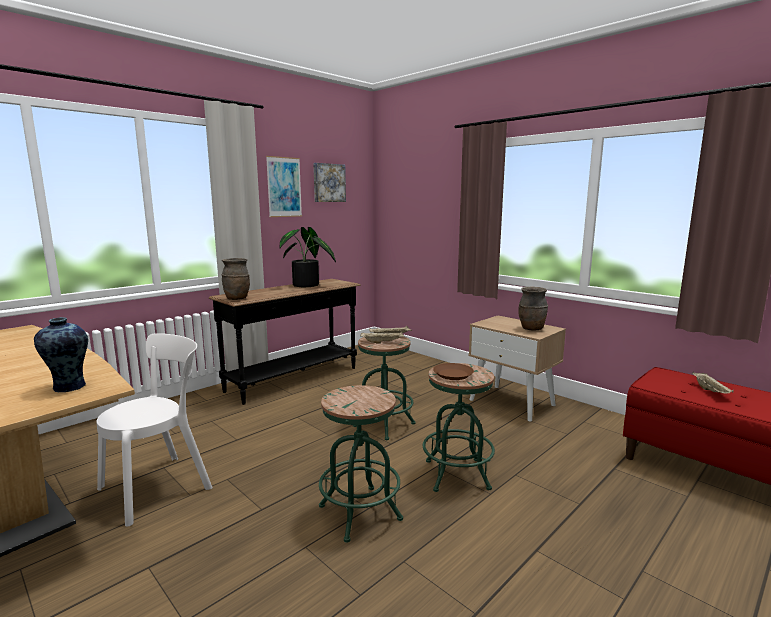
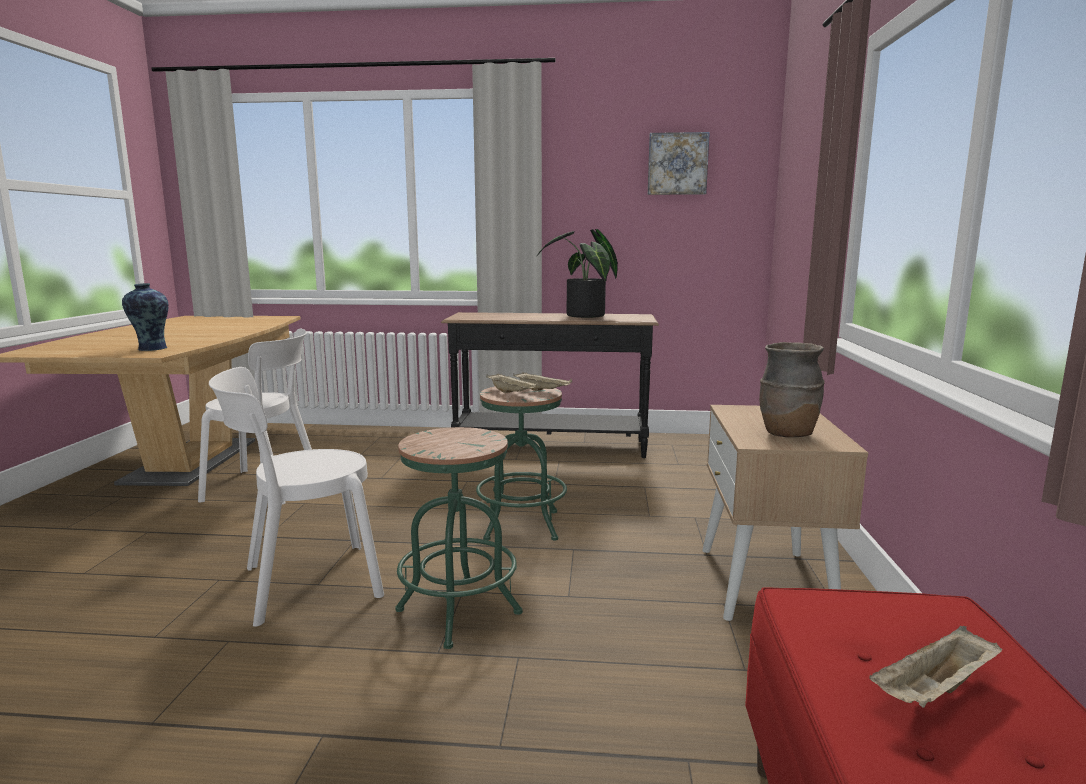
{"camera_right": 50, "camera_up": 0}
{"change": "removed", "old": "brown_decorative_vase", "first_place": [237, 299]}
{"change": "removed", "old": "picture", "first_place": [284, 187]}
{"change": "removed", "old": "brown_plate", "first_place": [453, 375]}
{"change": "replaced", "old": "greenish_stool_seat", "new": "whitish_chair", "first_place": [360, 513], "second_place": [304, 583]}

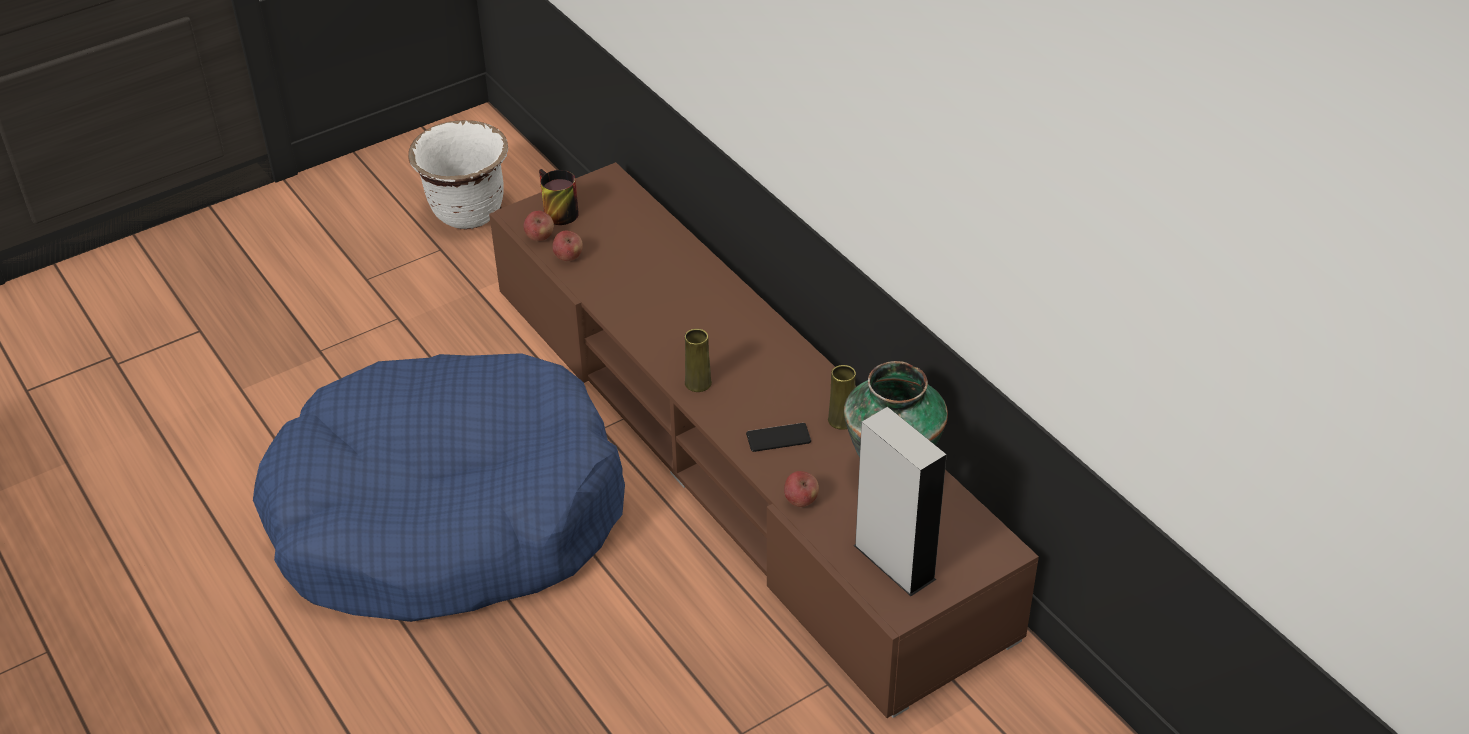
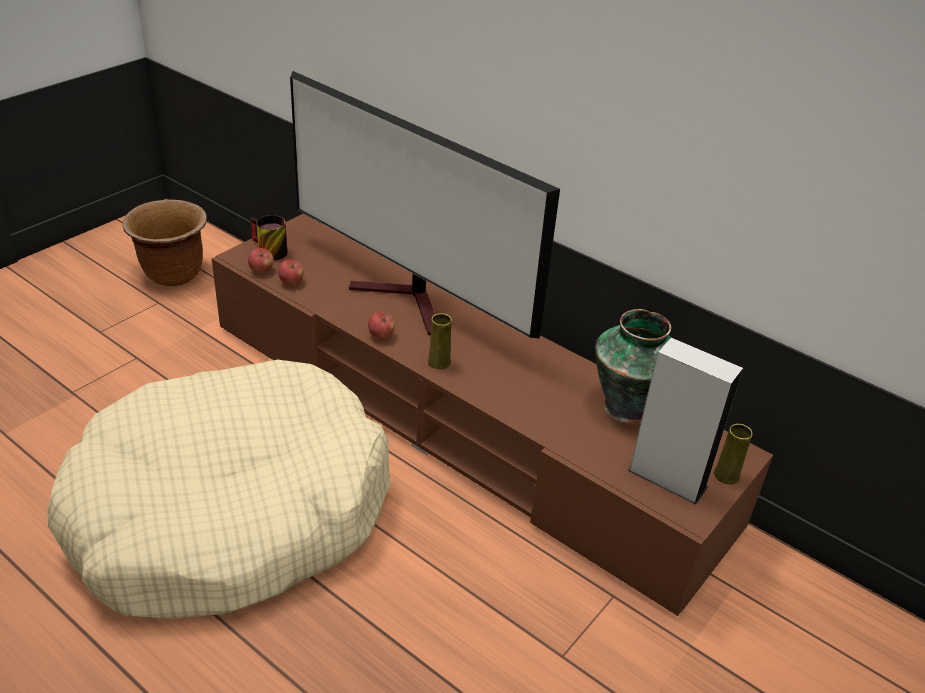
{"camera_right": -20, "camera_up": -5}
{"change": "removed", "old": "phone", "first_place": [778, 438]}
{"change": "added", "new": "TV", "second_place": [410, 302]}
{"change": "moved", "old": "apple", "first_place": [801, 500], "second_place": [381, 336]}
{"change": "moved", "old": "yellow_decorative_vase", "first_place": [841, 420], "second_place": [726, 475]}
{"change": "recoloured", "old": "blue-coloured_pet_bed", "new": "beige_pet_bed", "first_place": [447, 517], "second_place": [230, 513]}
{"change": "recoloured", "old": "whitish_planter", "new": "brown_planter", "first_place": [468, 213], "second_place": [174, 274]}

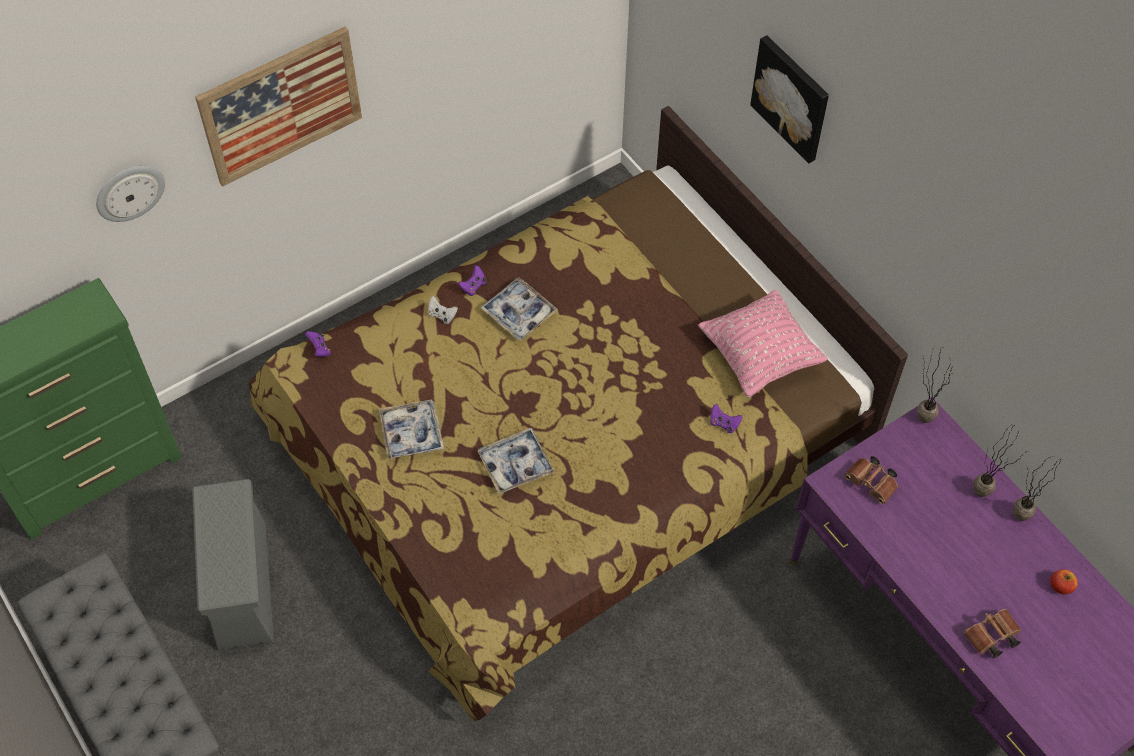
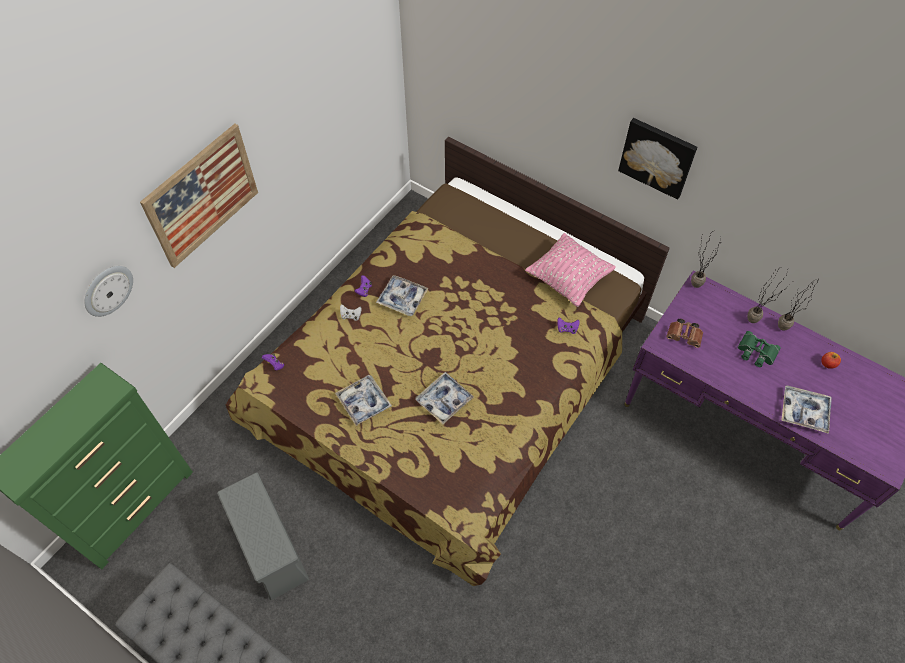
{"camera_right": -20, "camera_up": 0}
{"change": "added", "new": "greenish_binoculars", "second_place": [756, 352]}
{"change": "moved", "old": "picture", "first_place": [792, 97], "second_place": [657, 157]}
{"change": "replaced", "old": "brown_binoculars", "new": "tray", "first_place": [991, 638], "second_place": [804, 411]}

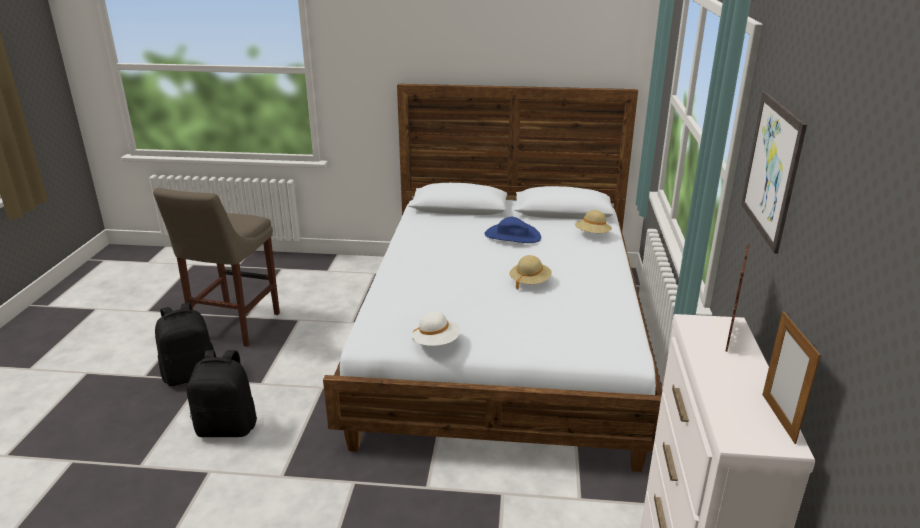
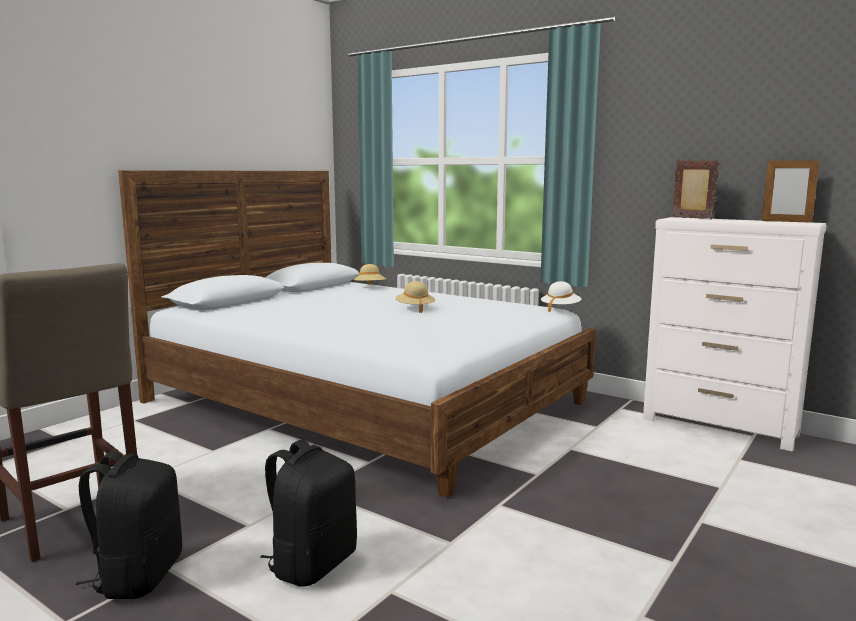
{"camera_right": -60, "camera_up": -15}
{"change": "removed", "old": "blue-coloured_wearable_hat", "first_place": [512, 236]}
{"change": "removed", "old": "picture", "first_place": [771, 169]}
{"change": "moved", "old": "whitish_wearable_hat", "first_place": [436, 342], "second_place": [560, 309]}

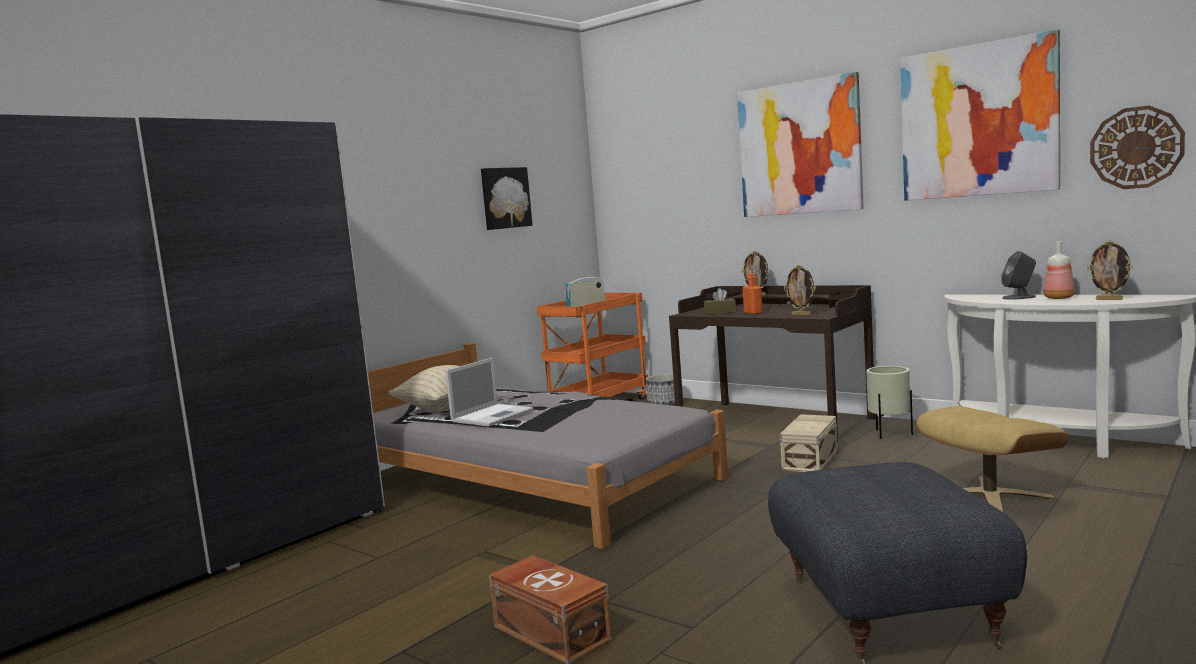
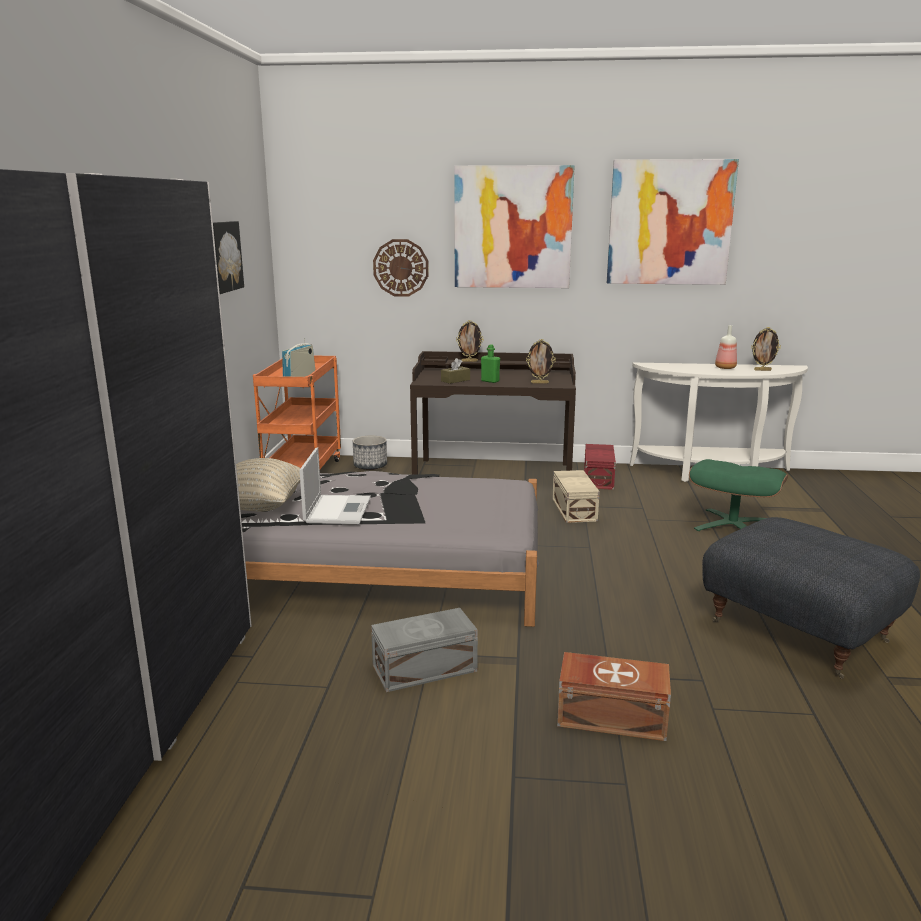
{"camera_right": -35, "camera_up": 10}
{"change": "removed", "old": "greyish_loudspeaker", "first_place": [1019, 297]}
{"change": "added", "new": "greyish_storage_bin", "second_place": [426, 669]}
{"change": "moved", "old": "clock_on_the_wall", "first_place": [1136, 148], "second_place": [401, 268]}
{"change": "replaced", "old": "beige_planter", "new": "reddish_storage_bin", "first_place": [890, 435], "second_place": [599, 478]}
{"change": "recoloured", "old": "orangey_drink_bottle", "new": "greenish_drink_bottle", "first_place": [753, 313], "second_place": [490, 381]}
{"change": "recoloured", "old": "beige_pouffe", "new": "greenish_pouffe", "first_place": [989, 496], "second_place": [732, 525]}

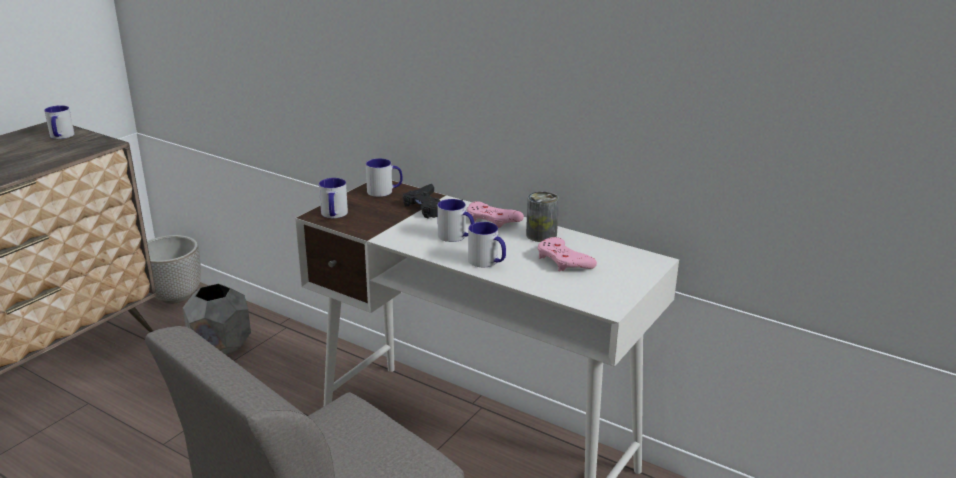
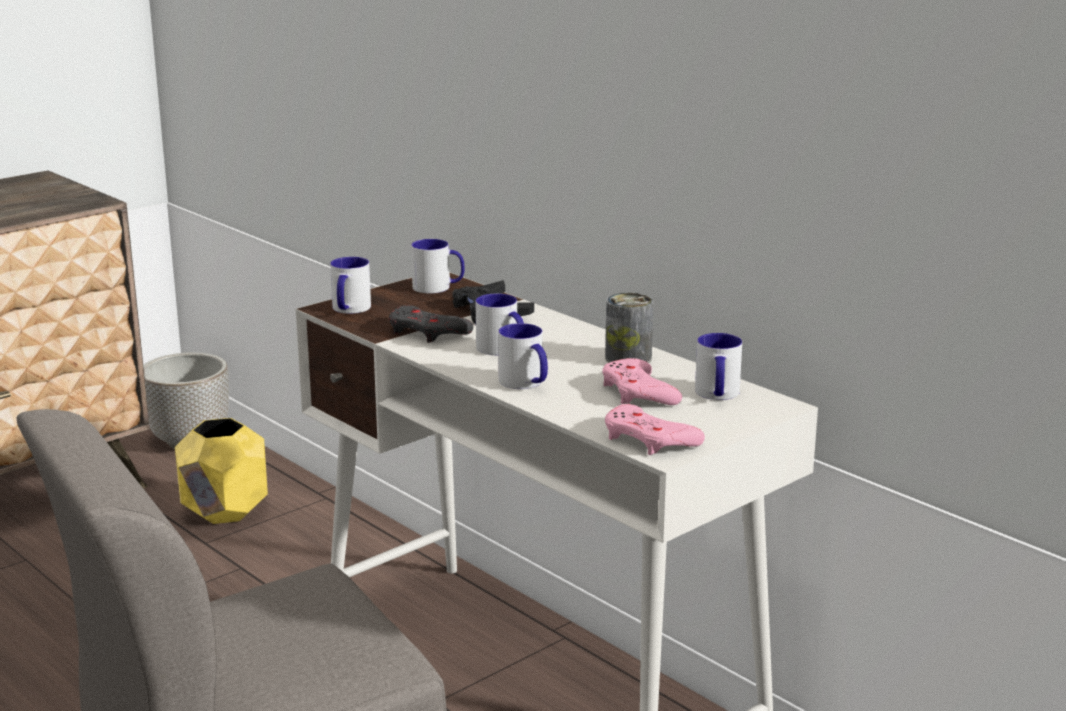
{"camera_right": 15, "camera_up": -5}
{"change": "added", "new": "greyish_game_controller", "second_place": [427, 332]}
{"change": "moved", "old": "mug", "first_place": [61, 137], "second_place": [717, 395]}
{"change": "moved", "old": "pink-coloured_game_controller", "first_place": [492, 220], "second_place": [649, 439]}
{"change": "recoloured", "old": "greyish_planter", "new": "yellow_planter", "first_place": [221, 347], "second_place": [226, 512]}

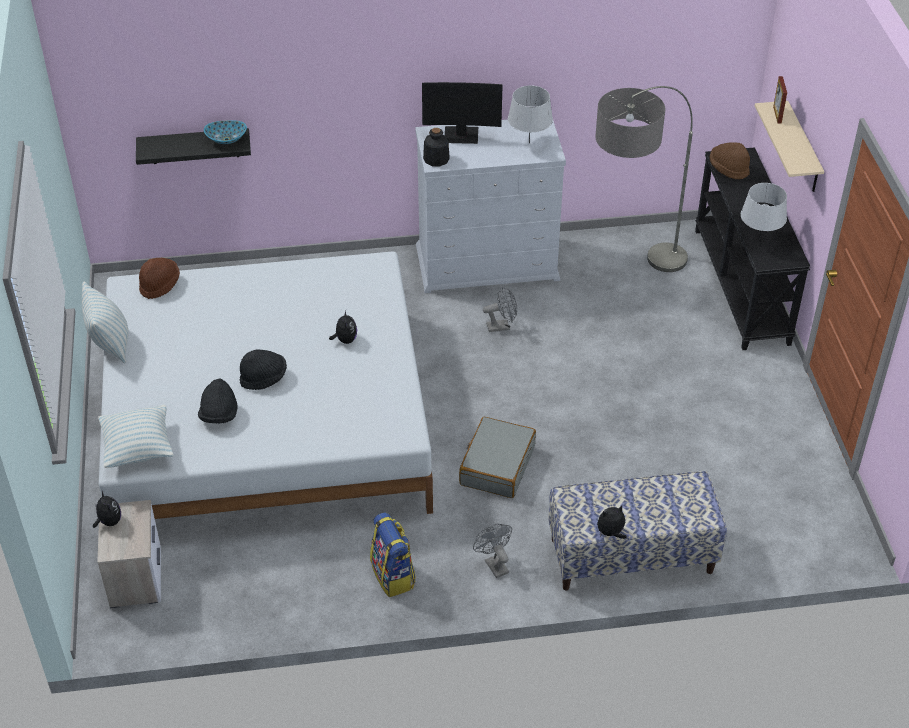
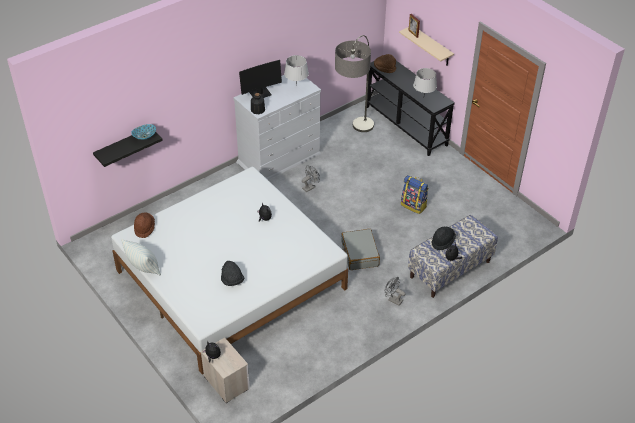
{"camera_right": -30, "camera_up": 0}
{"change": "removed", "old": "pillow", "first_place": [138, 449]}
{"change": "moved", "old": "black_wearable_hat", "first_place": [264, 378], "second_place": [442, 242]}
{"change": "moved", "old": "knapsack", "first_place": [393, 576], "second_place": [414, 205]}

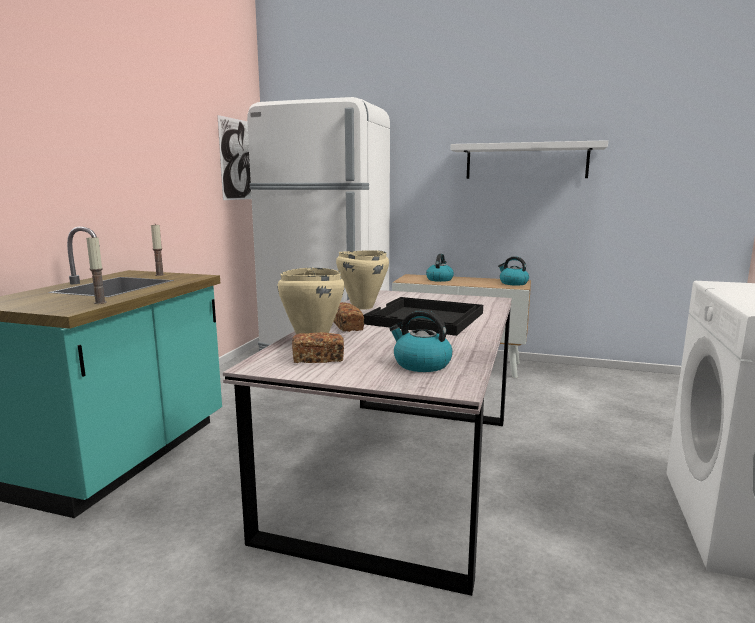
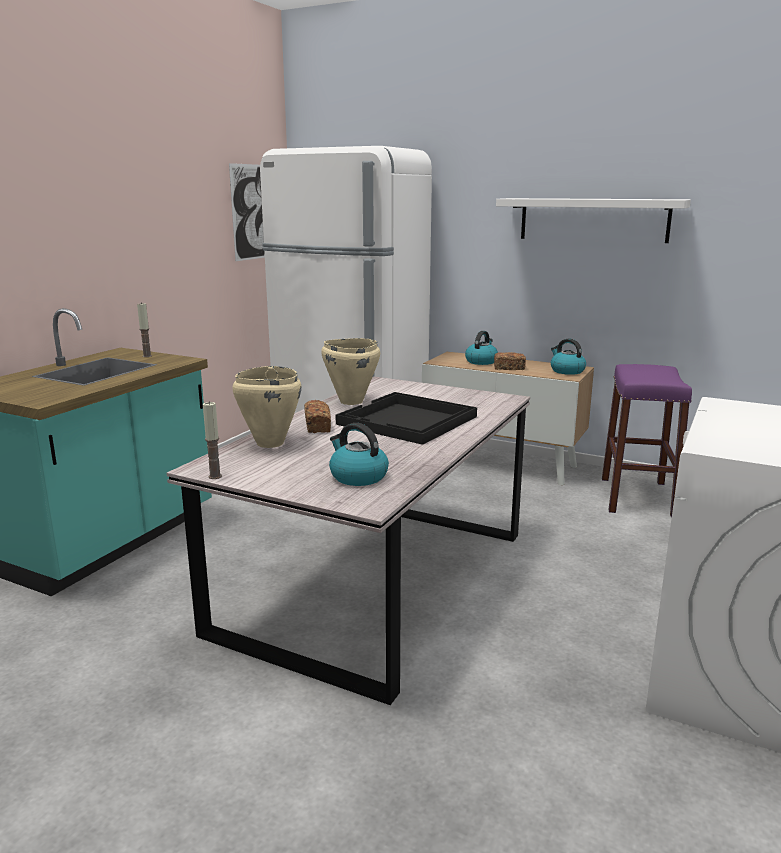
{"camera_right": 10, "camera_up": 5}
{"change": "added", "new": "purple-coloured_stool_seat", "second_place": [637, 497]}
{"change": "moved", "old": "wax_candle", "first_place": [100, 302], "second_place": [215, 476]}
{"change": "moved", "old": "bread", "first_place": [318, 359], "second_place": [509, 368]}

